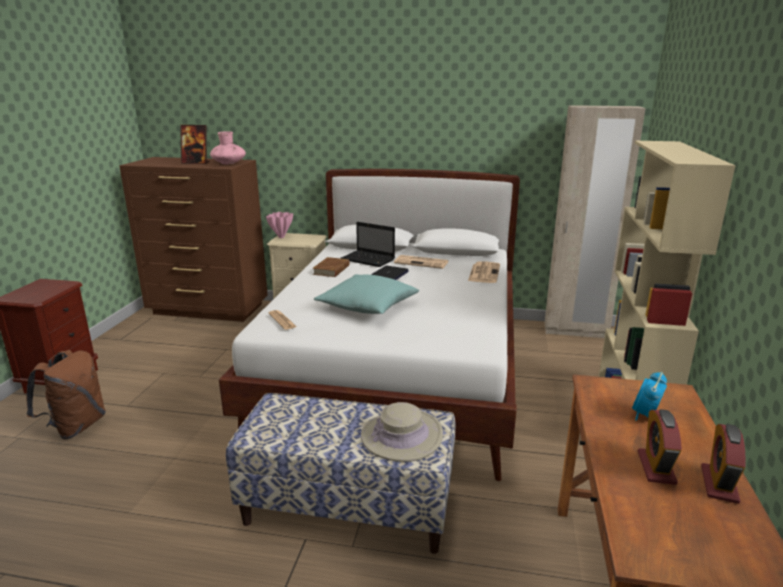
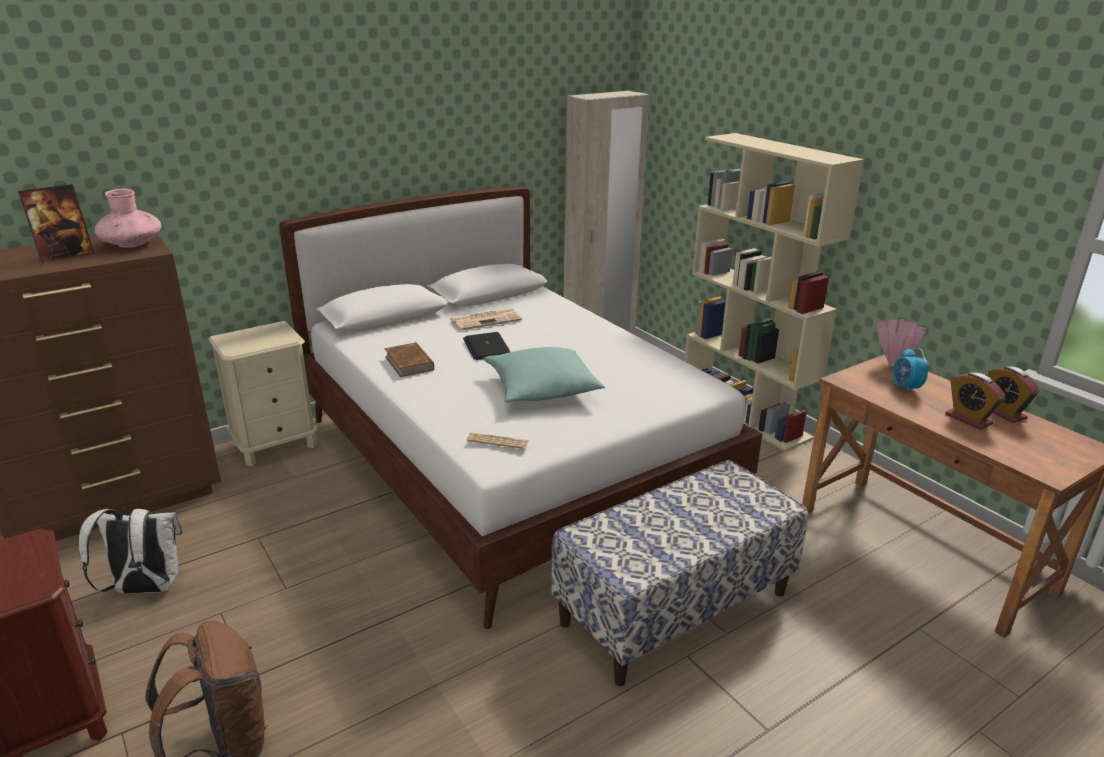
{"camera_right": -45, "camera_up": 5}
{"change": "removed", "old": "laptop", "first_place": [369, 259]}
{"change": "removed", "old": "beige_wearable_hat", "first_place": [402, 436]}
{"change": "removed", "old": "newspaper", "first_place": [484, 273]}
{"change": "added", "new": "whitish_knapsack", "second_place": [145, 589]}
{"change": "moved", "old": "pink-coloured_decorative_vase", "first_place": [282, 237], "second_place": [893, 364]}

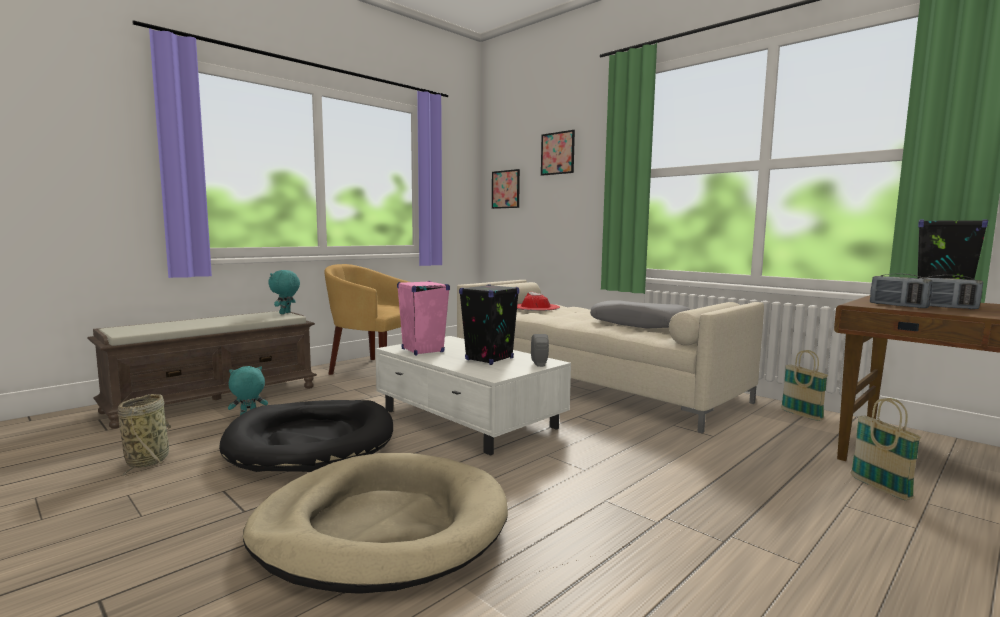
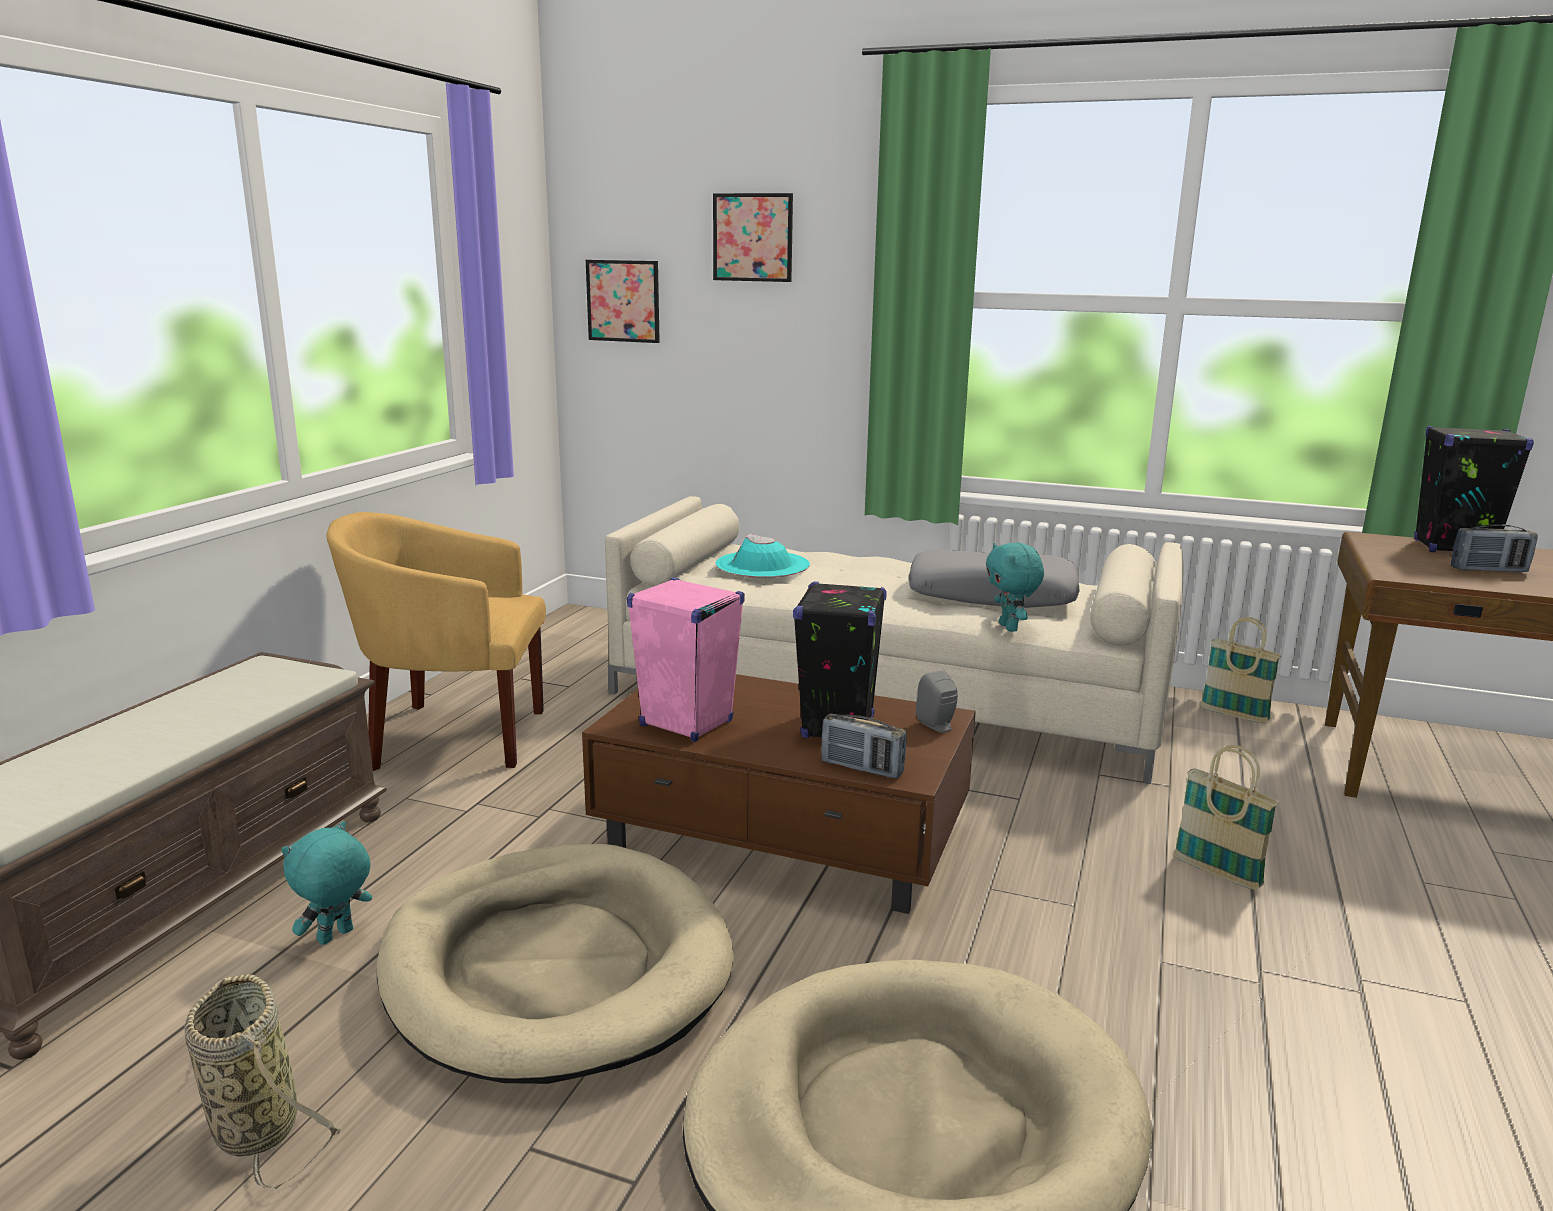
{"camera_right": -25, "camera_up": 10}
{"change": "moved", "old": "turquoise_soft_toy", "first_place": [285, 313], "second_place": [1010, 628]}
{"change": "moved", "old": "storage_basket", "first_place": [880, 488], "second_place": [1217, 873]}
{"change": "moved", "old": "radio_receiver", "first_place": [898, 306], "second_place": [862, 768]}
{"change": "recoloured", "old": "black_pet_bed", "new": "beige_pet_bed", "first_place": [312, 441], "second_place": [556, 967]}
{"change": "recoloured", "old": "whitish_low_table", "new": "brown_low_table", "first_place": [469, 419], "second_place": [785, 836]}
{"change": "recoloured", "old": "reddish_wearable_hat", "new": "turquoise_wearable_hat", "first_place": [535, 307], "second_place": [762, 565]}

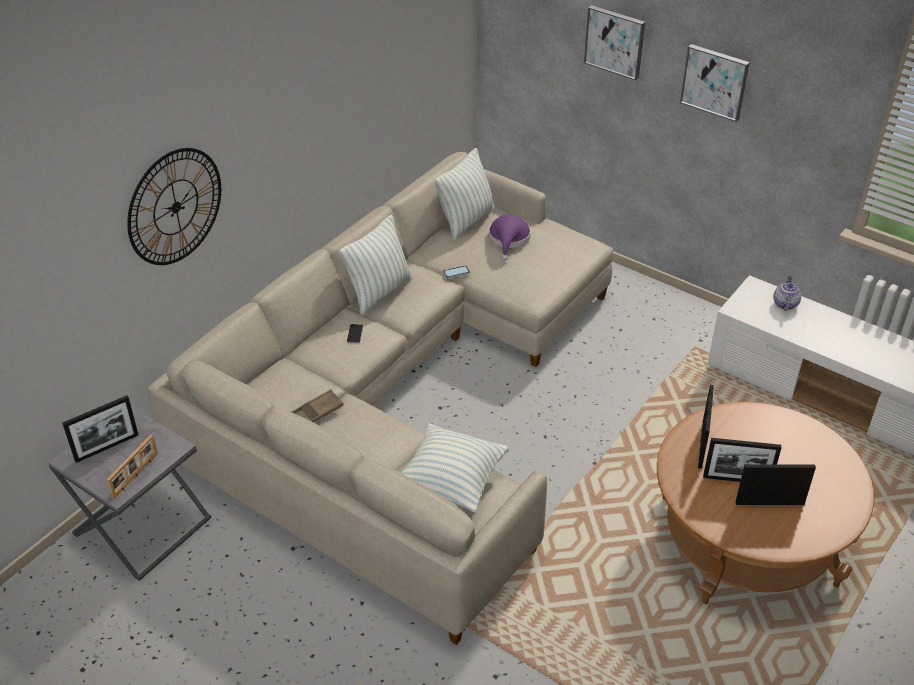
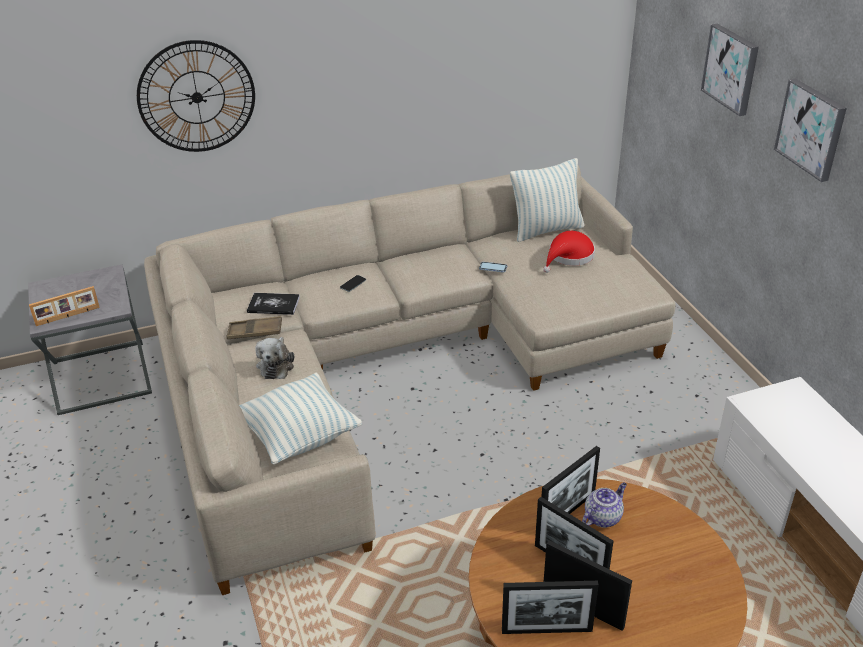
{"camera_right": 35, "camera_up": -5}
{"change": "removed", "old": "pillow", "first_place": [379, 292]}
{"change": "added", "new": "volume", "second_place": [273, 305]}
{"change": "added", "new": "soft_toy", "second_place": [276, 365]}
{"change": "moved", "old": "picture_frame", "first_place": [107, 447], "second_place": [546, 630]}
{"change": "moved", "old": "tea_pot", "first_place": [785, 303], "second_place": [603, 517]}
{"change": "recoloured", "old": "purple-coloured_wearable_hat", "new": "reddish_wearable_hat", "first_place": [509, 239], "second_place": [569, 257]}

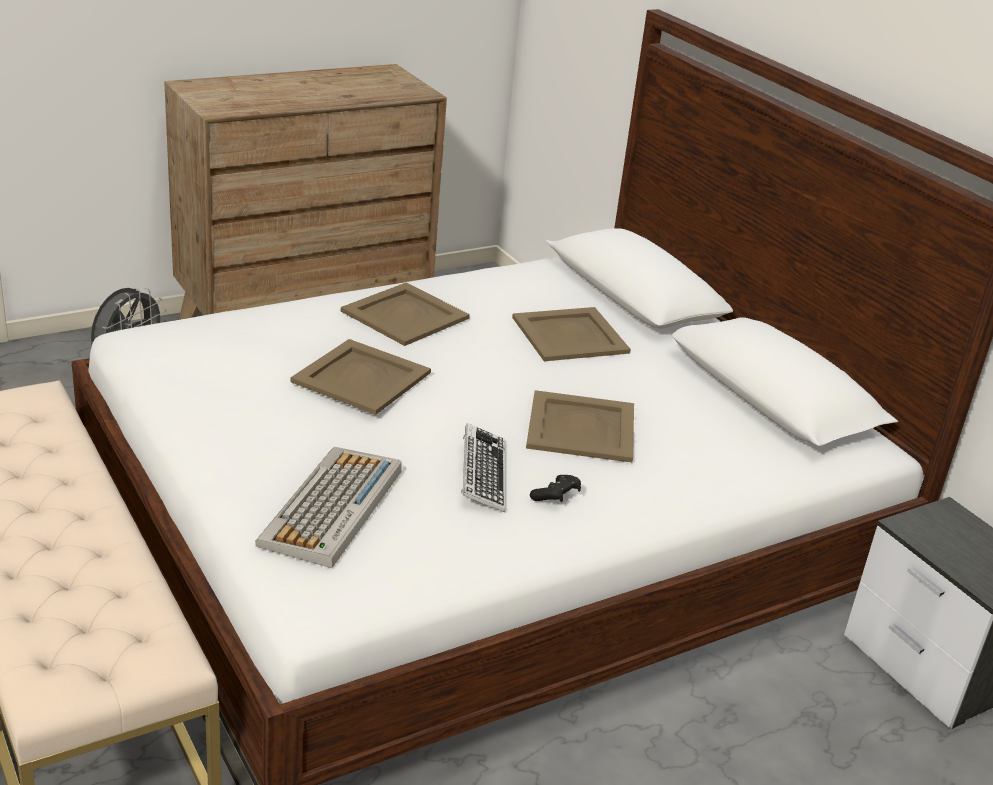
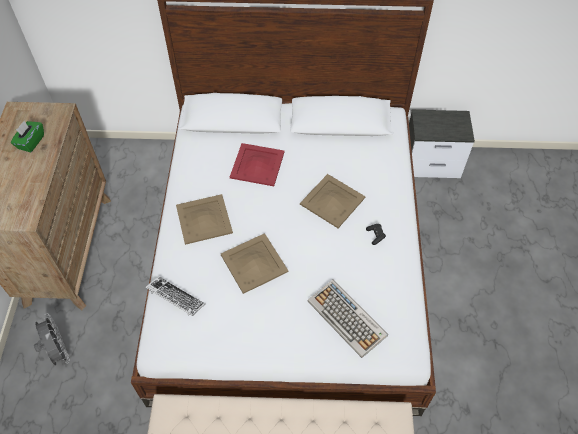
{"camera_right": -55, "camera_up": 25}
{"change": "added", "new": "greenish_tissue_holder", "second_place": [31, 142]}
{"change": "moved", "old": "keyboard", "first_place": [482, 474], "second_place": [175, 298]}
{"change": "recoloured", "old": "beige_tray", "new": "reddish_tray", "first_place": [571, 335], "second_place": [258, 164]}

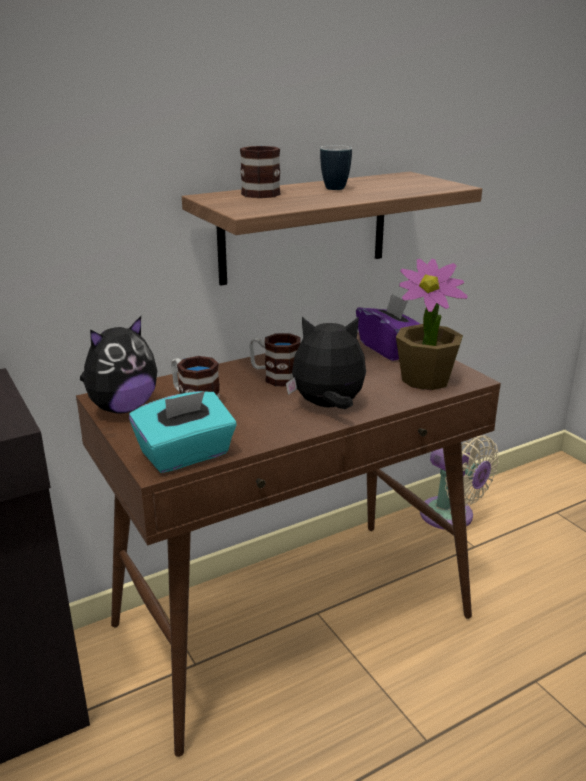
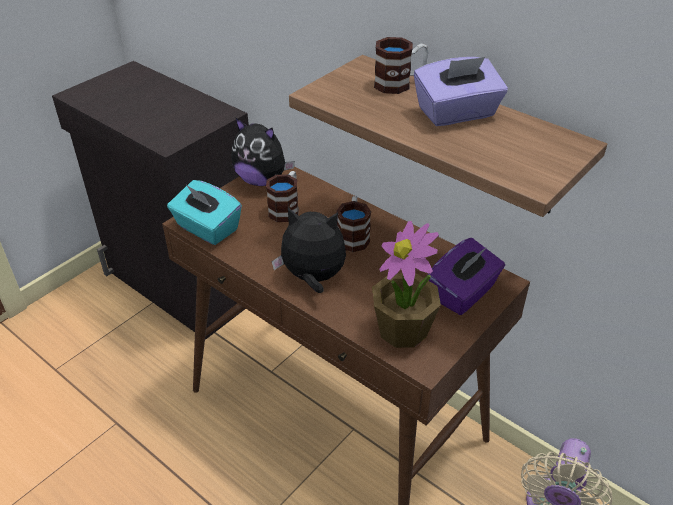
{"camera_right": 70, "camera_up": 15}
{"change": "replaced", "old": "mug", "new": "purple-coloured_tissue_holder", "first_place": [334, 187], "second_place": [457, 113]}
{"change": "turned", "old": "soft_toy", "first_place": [328, 406], "second_place": [313, 278], "degrees": -60}

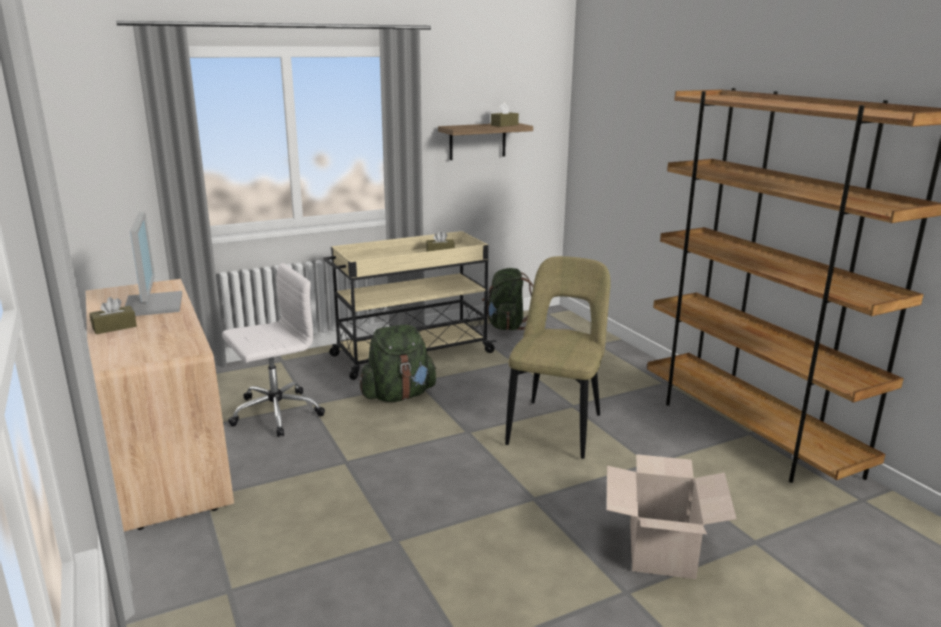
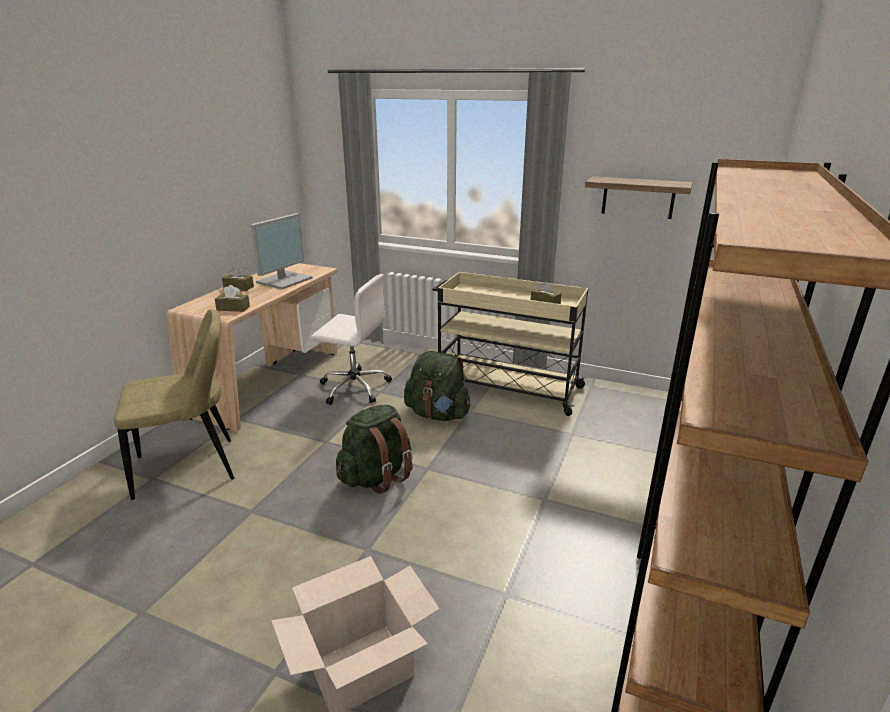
{"camera_right": 50, "camera_up": 5}
{"change": "moved", "old": "greenish_knapsack", "first_place": [506, 326], "second_place": [376, 477]}
{"change": "moved", "old": "brown_tissue_holder", "first_place": [504, 125], "second_place": [233, 308]}
{"change": "moved", "old": "beige_chair", "first_place": [556, 426], "second_place": [191, 467]}

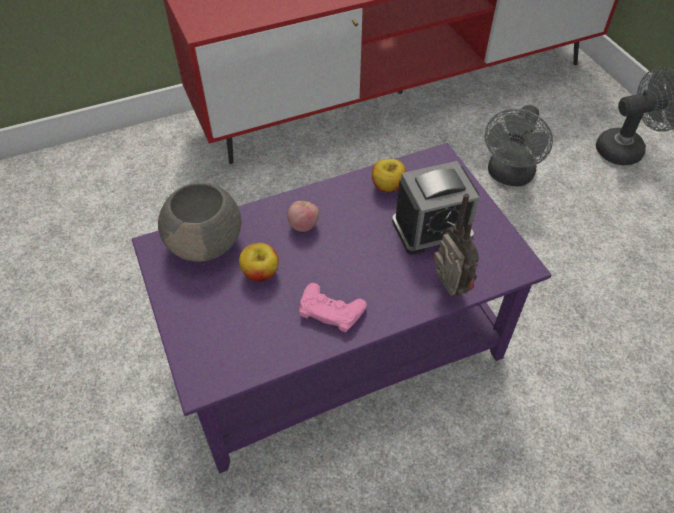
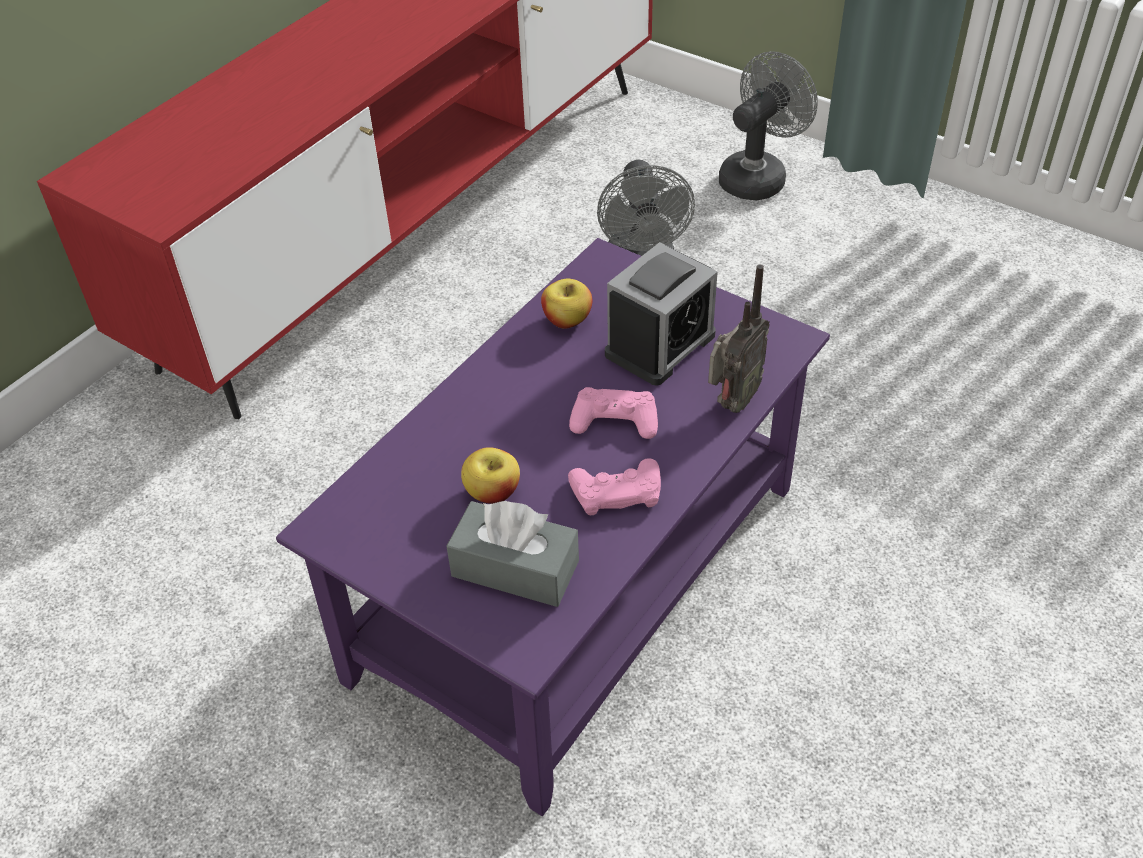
{"camera_right": -30, "camera_up": -5}
{"change": "removed", "old": "greyish_bowl", "first_place": [206, 241]}
{"change": "removed", "old": "apple", "first_place": [303, 225]}
{"change": "added", "new": "greyish_tissue_holder", "second_place": [515, 568]}
{"change": "added", "new": "pink-coloured_game_controller", "second_place": [615, 420]}
{"change": "turned", "old": "radio_receiver", "first_place": [448, 289], "second_place": [731, 402], "degrees": 90}

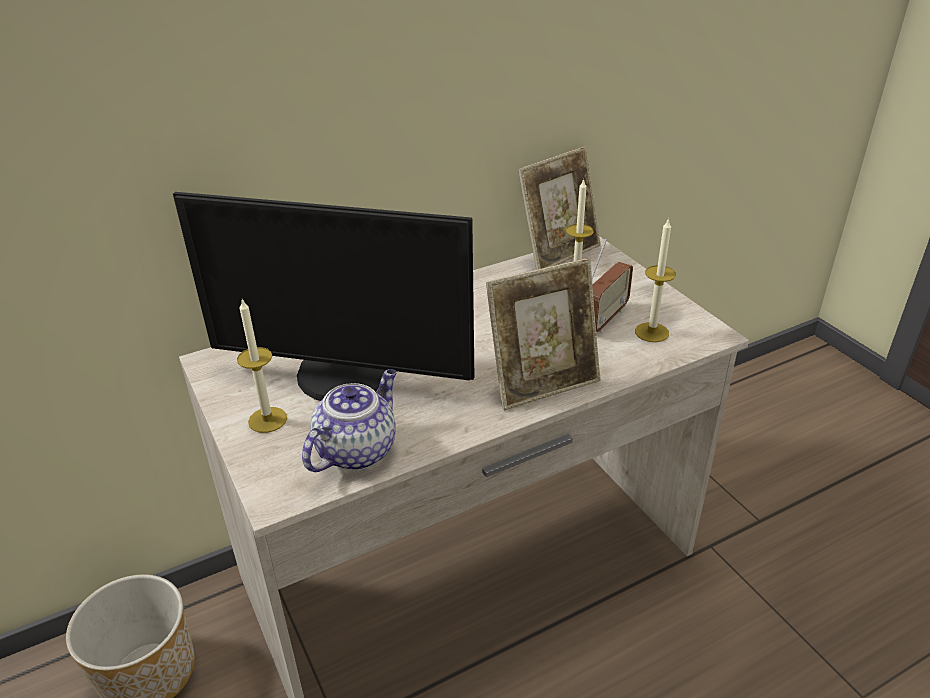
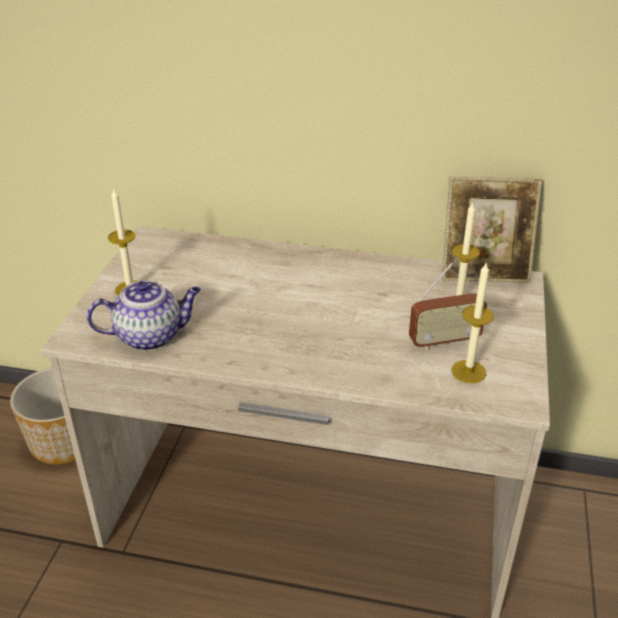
{"camera_right": 40, "camera_up": 0}
{"change": "removed", "old": "monitor", "first_place": [344, 376]}
{"change": "removed", "old": "picture_frame", "first_place": [543, 384]}

